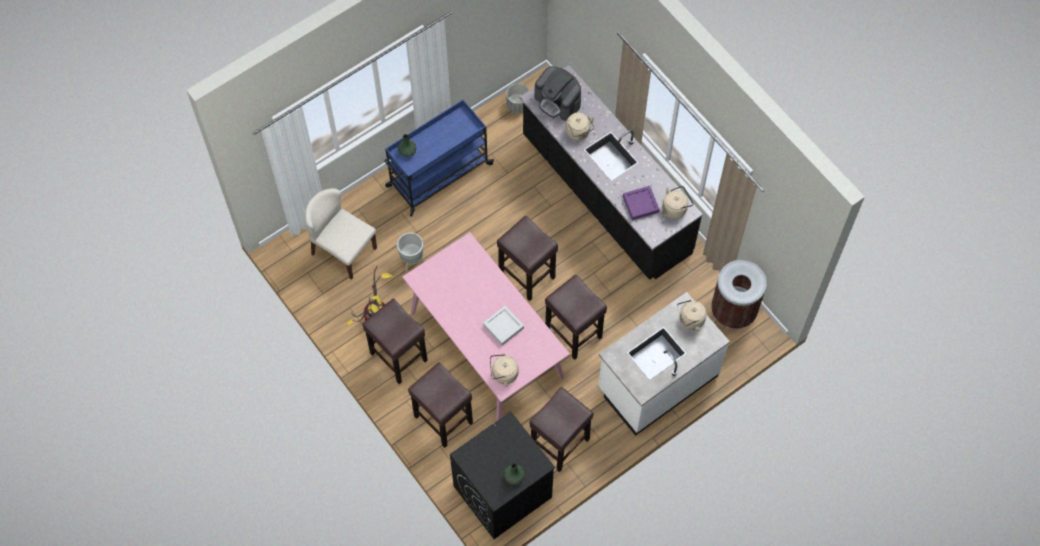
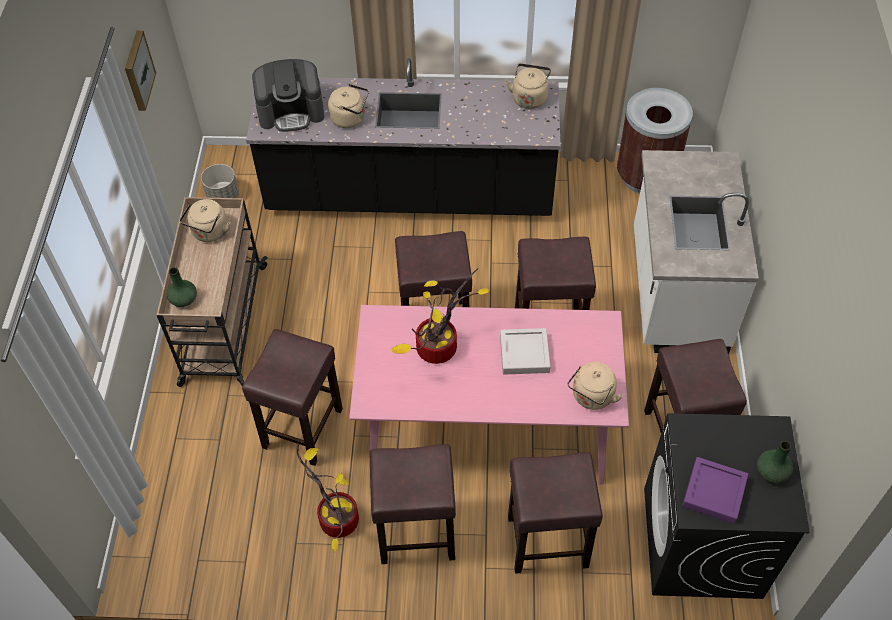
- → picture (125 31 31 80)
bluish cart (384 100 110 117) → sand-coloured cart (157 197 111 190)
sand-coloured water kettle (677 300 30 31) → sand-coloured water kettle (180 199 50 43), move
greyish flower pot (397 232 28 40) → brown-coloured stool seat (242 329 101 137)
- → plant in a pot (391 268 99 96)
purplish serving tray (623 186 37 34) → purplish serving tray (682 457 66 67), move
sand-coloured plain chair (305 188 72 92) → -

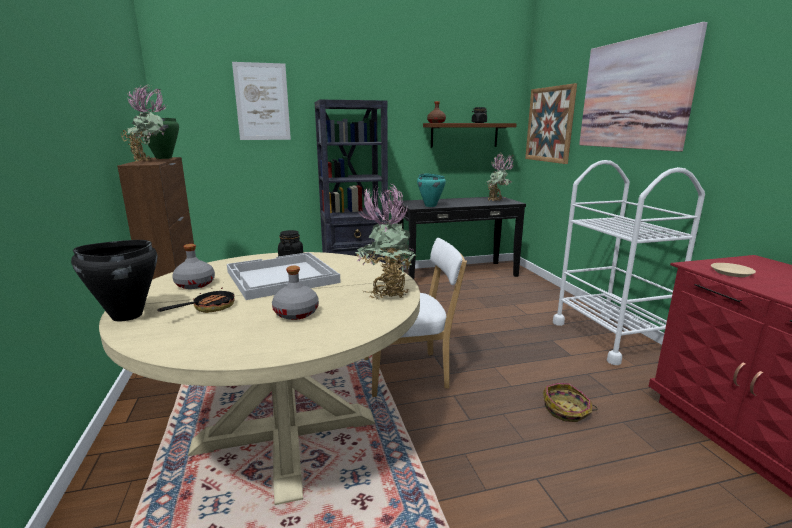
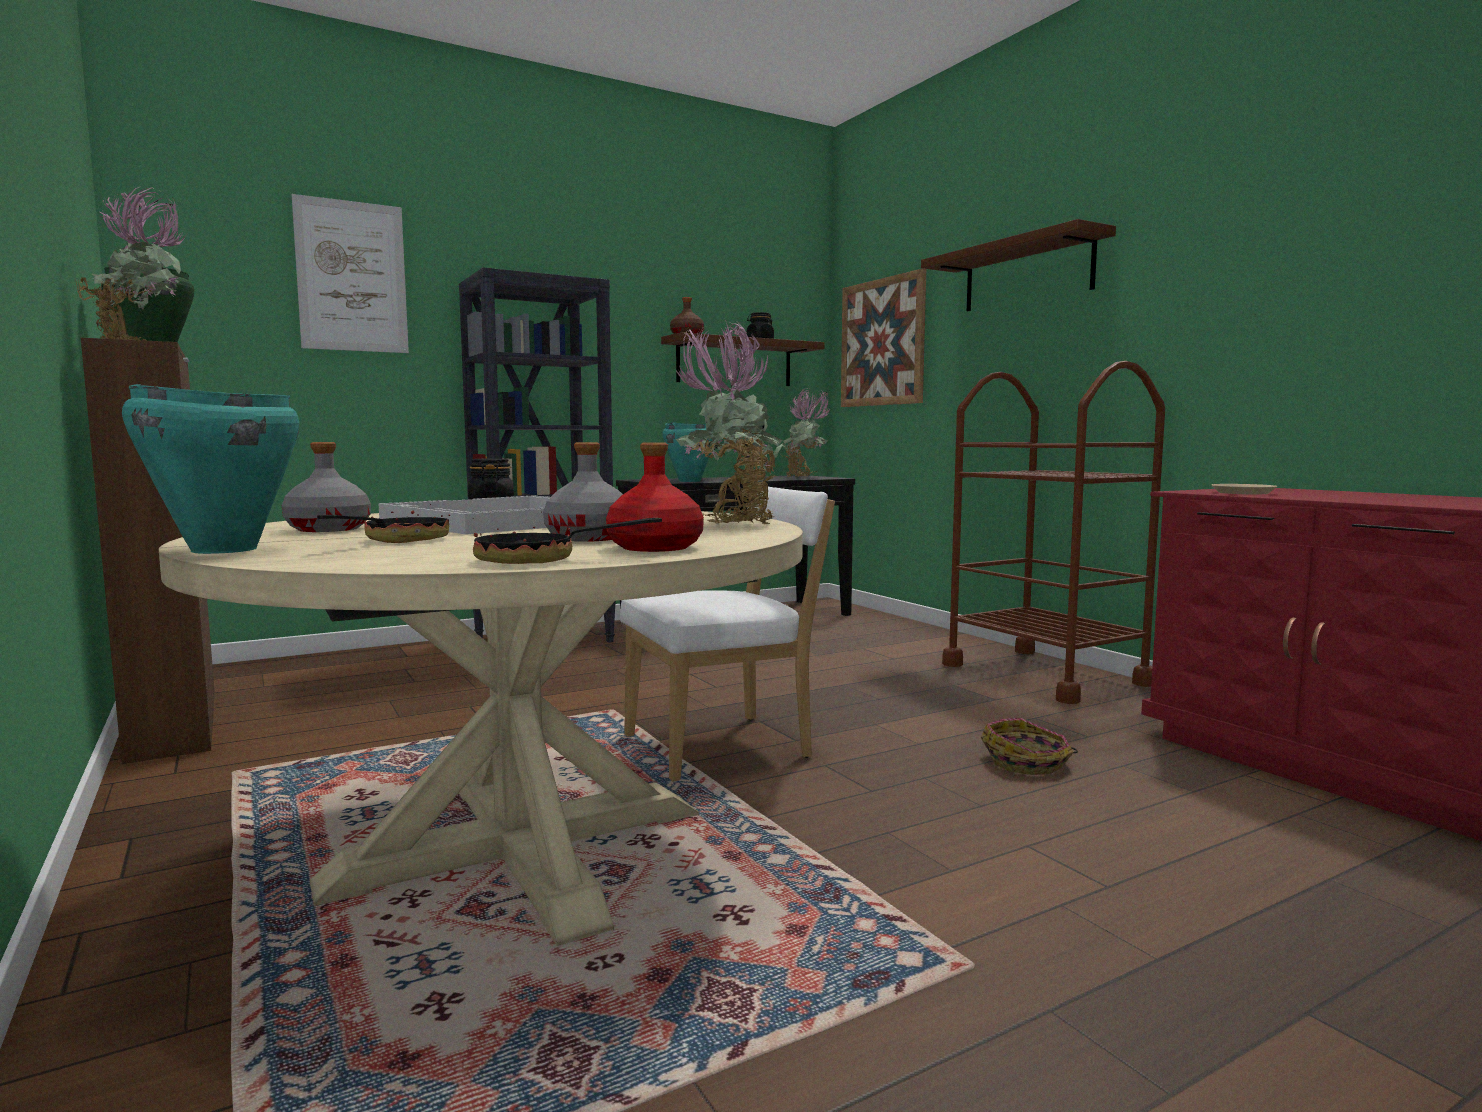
blackish stockpot (71 240 86 82) → turquoise stockpot (122 384 177 170)
- → frying pan (472 512 190 52)
- → reddish drink bottle (606 442 98 110)
picture (579 22 129 129) → brown-coloured wall shelf (921 219 195 92)
whitish cart (553 160 152 205) → brown-coloured cart (942 361 223 343)

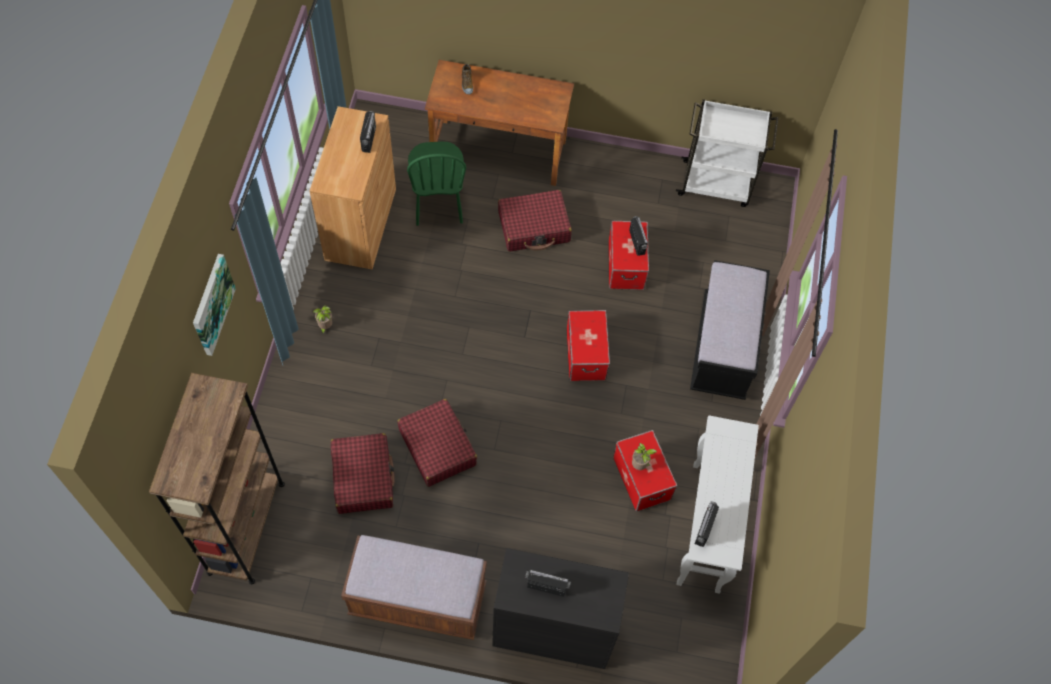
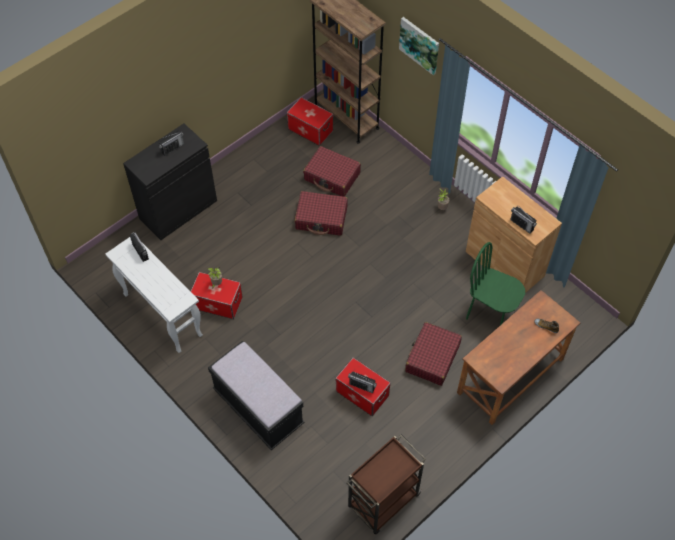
storage container (567 310 43 71) → storage container (287 97 46 49), move
whitish cart (676 99 102 108) → brown-coloured cart (346 435 80 99)
brown-coloured indoor bench (341 535 146 105) → -

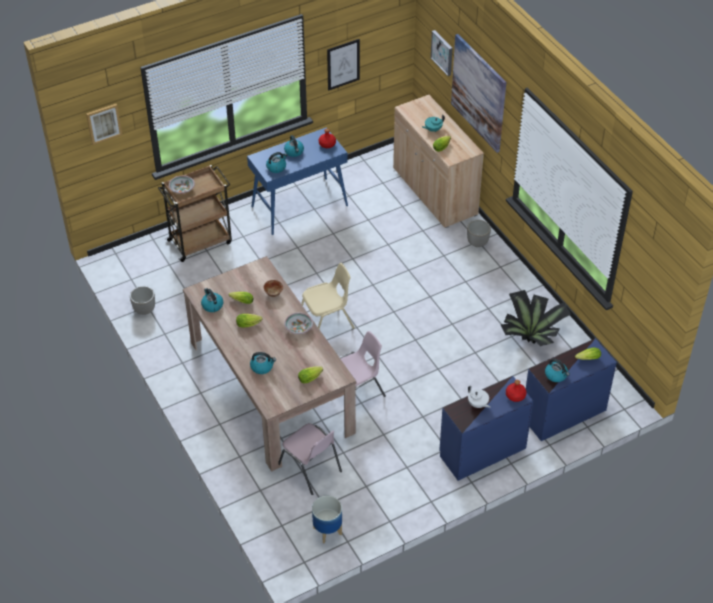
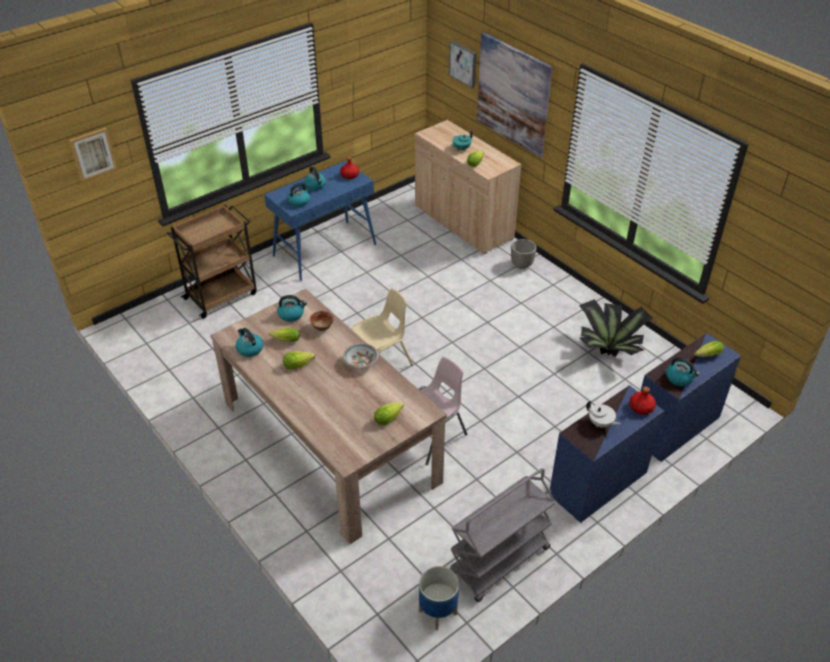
water kettle (250 352 26 22) → water kettle (277 295 30 27), move
- → greyish cart (449 468 107 134)
flower pot (130 286 25 29) → -
deep dish (169 175 26 19) → -
pink-coloured plain chair (278 423 64 72) → -
picture (327 39 33 51) → -

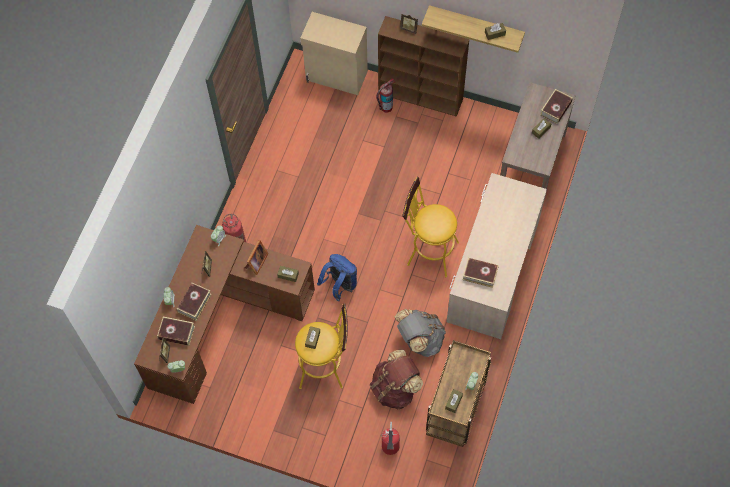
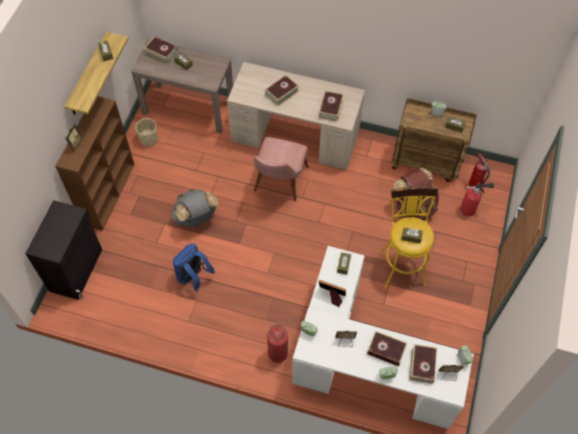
sand-coloured cabinet (300 12 68 83) → blackish cabinet (25 200 77 100)
- → sand-coloured flower pot (135 118 23 28)
greyish knapsack (395 309 51 48) → greyish knapsack (171 188 48 39), move
bluish knapsack (317 254 40 47) → bluish knapsack (173 243 42 49), move
yellow stool seat (402 176 57 102) → pink-coloured plain chair (253 137 56 64)
- → book (265 75 34 31)
brown-coloured desk table (134 225 181 179) → whitish desk table (292 246 182 183)
fire extinguisher (376 78 20 34) → fire extinguisher (469 153 21 34), move

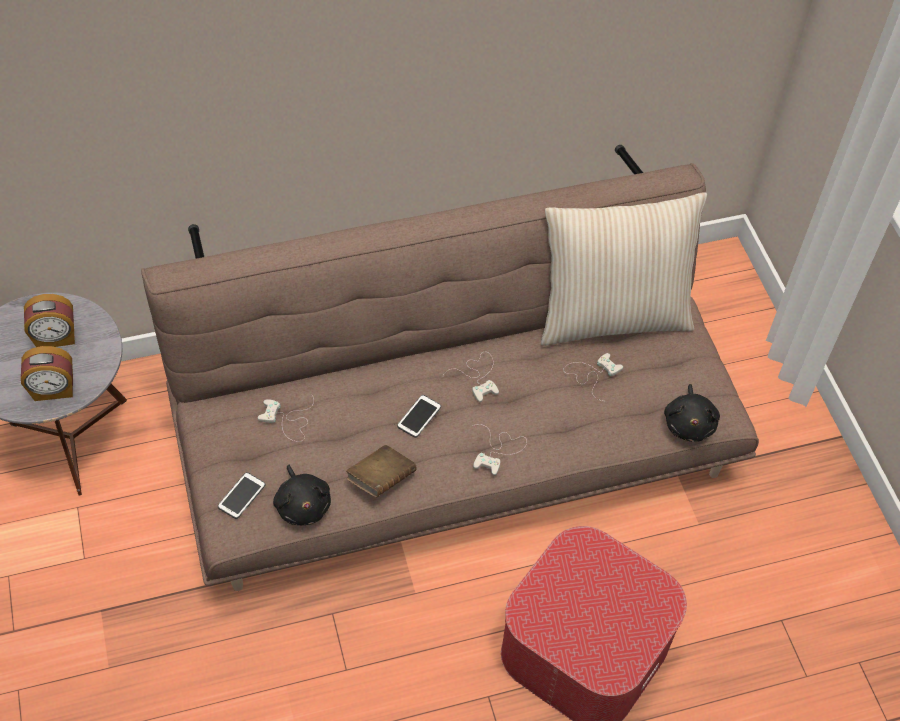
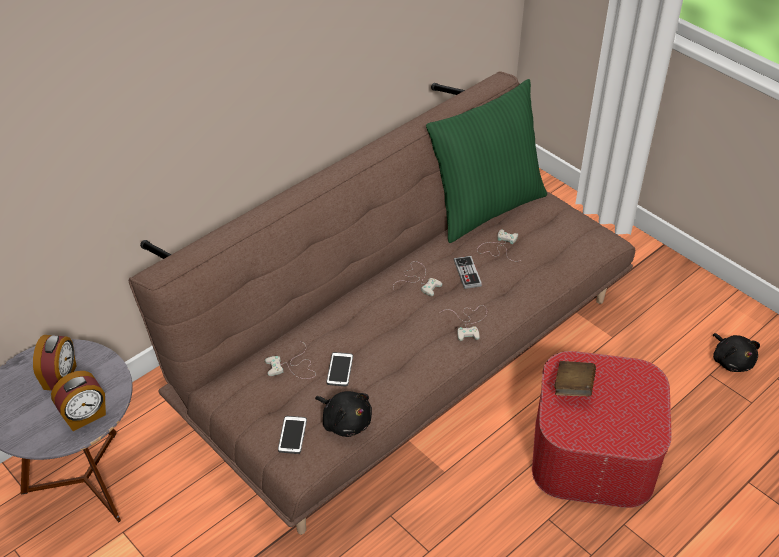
bedside clock (24 294 51 53) → bedside clock (33 335 44 56), 45 degrees counterclockwise
phone (397 395 44 43) → phone (326 352 27 34), move
sand-coloured throw pillow (541 192 166 154) → green-coloured throw pillow (426 79 121 164)
- → game controller (454 256 28 33)
brown-coloured book (346 445 71 52) → brown-coloured book (554 361 42 35), move
blackish soft toy (664 384 56 58) → blackish soft toy (713 333 47 39), move

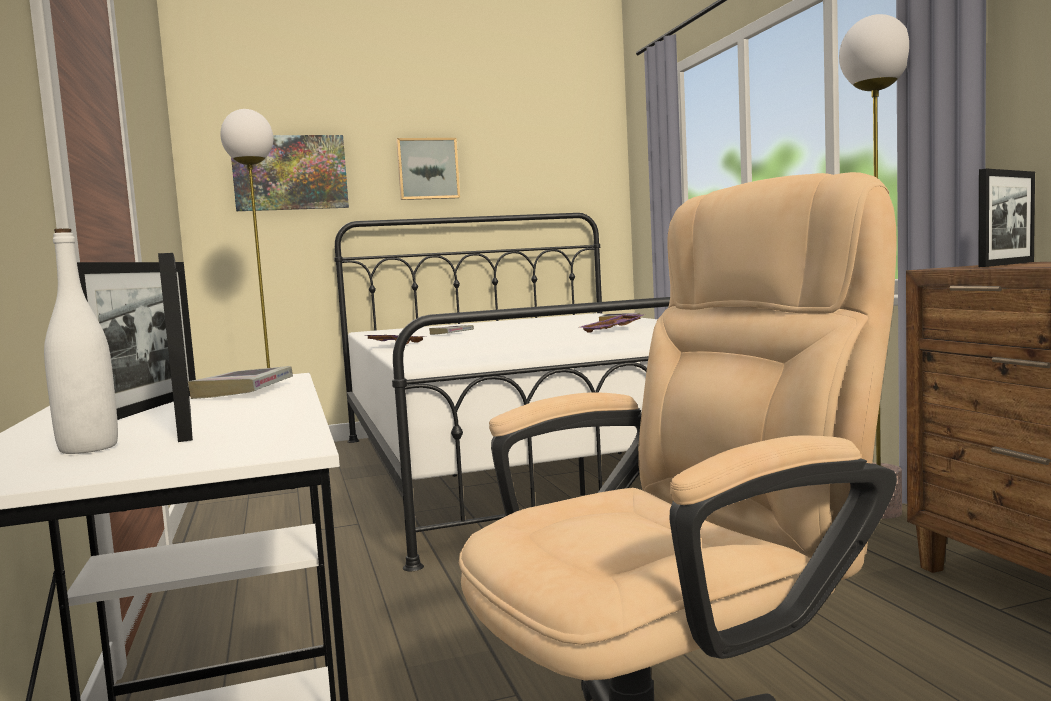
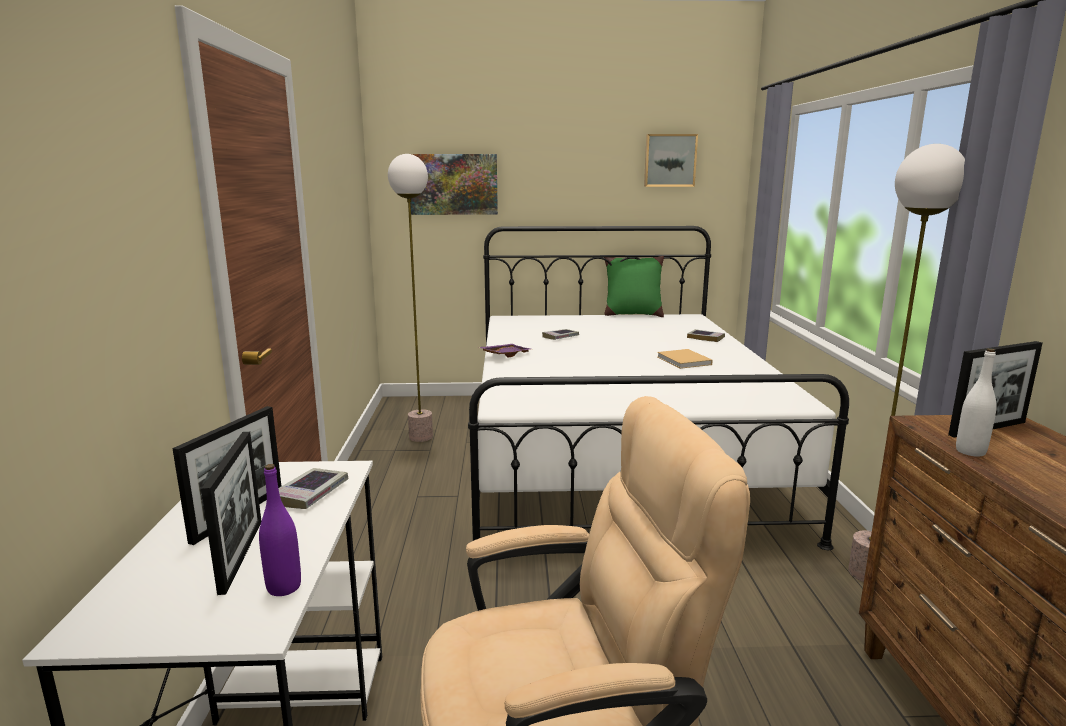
- → purplish drink bottle (259 464 42 132)
- → green-coloured throw pillow (604 256 60 61)
picture (396 138 64 62) → picture (644 134 54 53), move
purplish serving tray (581 314 62 19) → sand-coloured book (657 349 56 20)
whitish drink bottle (44 228 74 226) → whitish drink bottle (956 348 41 109), move

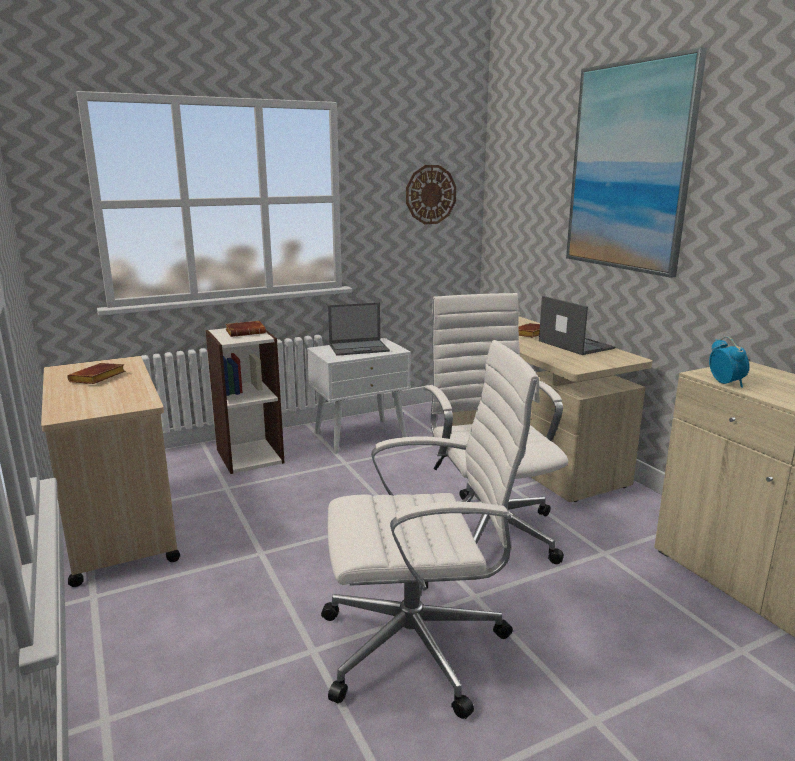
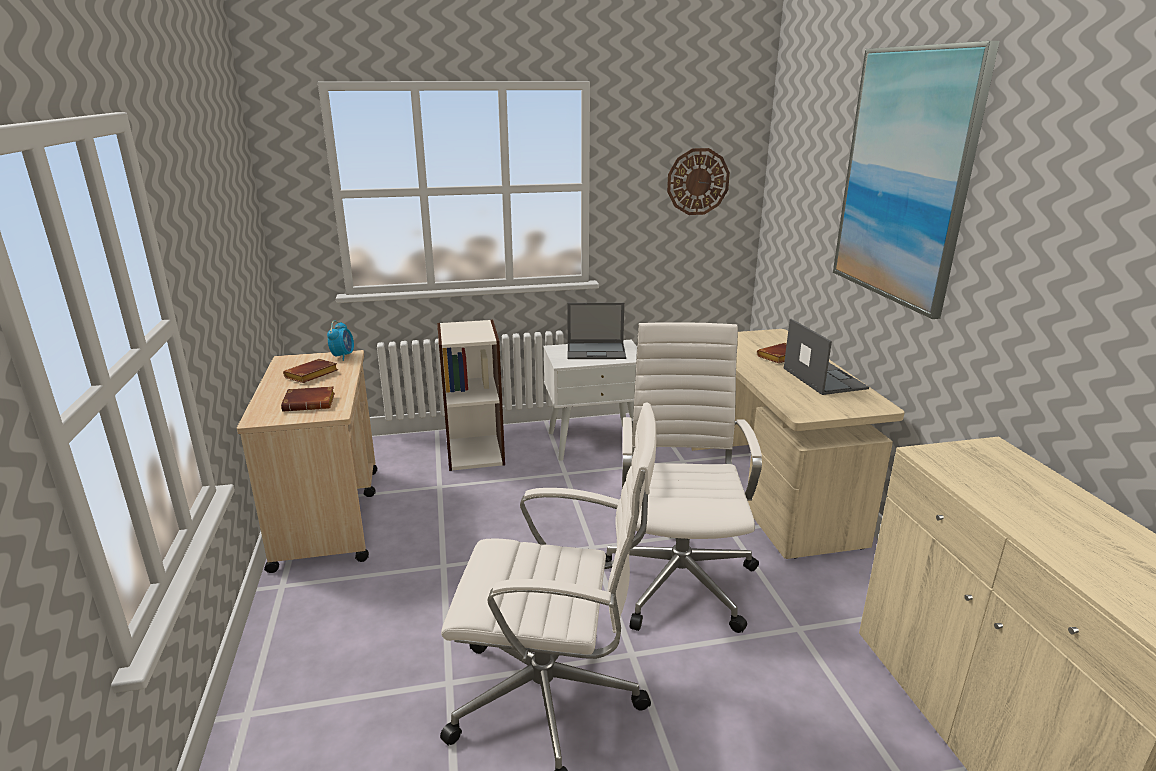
brown-coloured book (225 321 41 16) → brown-coloured book (281 386 54 26), move
bedside clock (709 337 40 51) → bedside clock (327 321 27 40), move

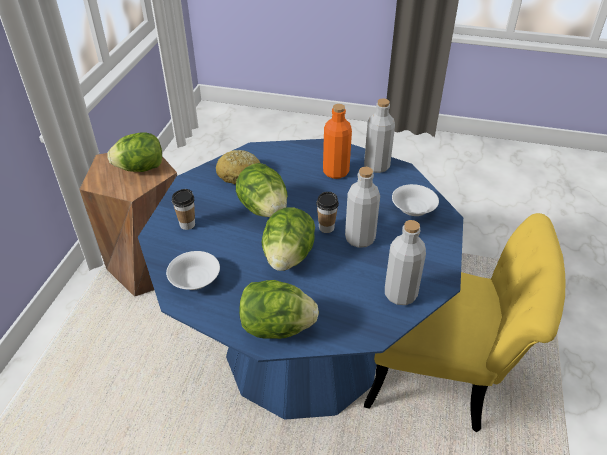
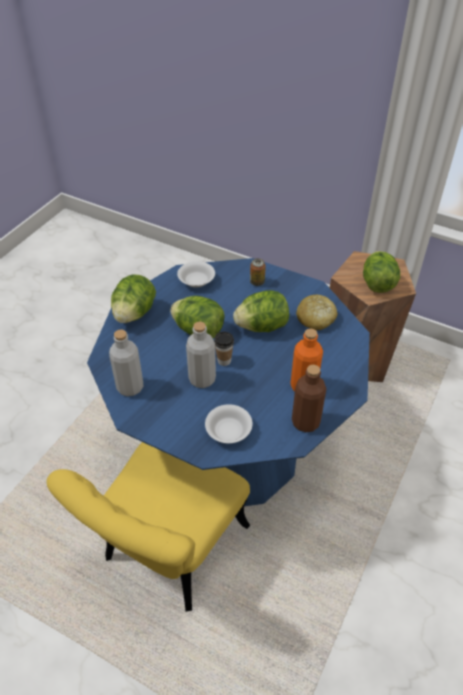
drinking cup (172 189 23 41) → can (250 258 16 28)
greyish drink bottle (364 98 31 75) → brown-coloured drink bottle (292 365 34 67)

